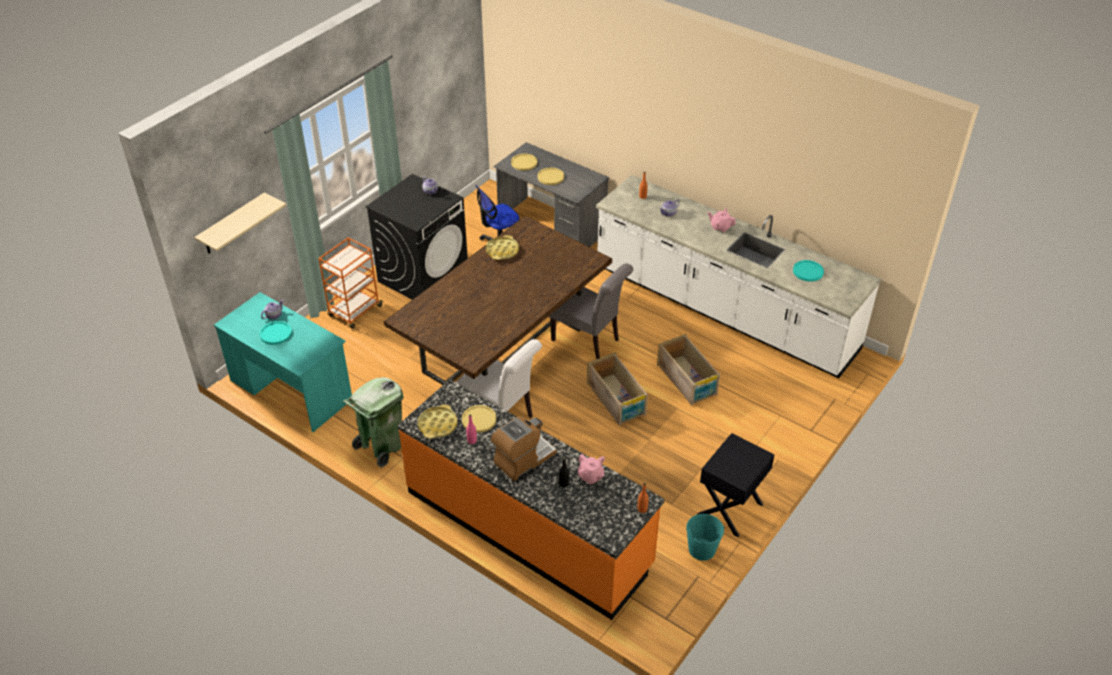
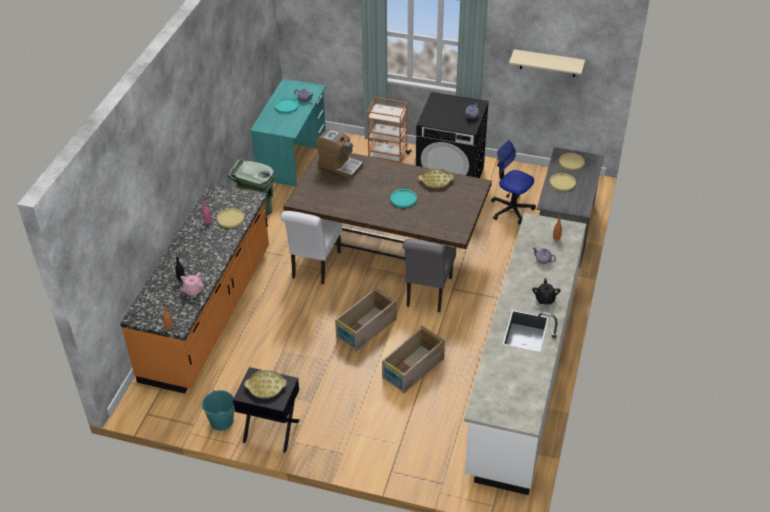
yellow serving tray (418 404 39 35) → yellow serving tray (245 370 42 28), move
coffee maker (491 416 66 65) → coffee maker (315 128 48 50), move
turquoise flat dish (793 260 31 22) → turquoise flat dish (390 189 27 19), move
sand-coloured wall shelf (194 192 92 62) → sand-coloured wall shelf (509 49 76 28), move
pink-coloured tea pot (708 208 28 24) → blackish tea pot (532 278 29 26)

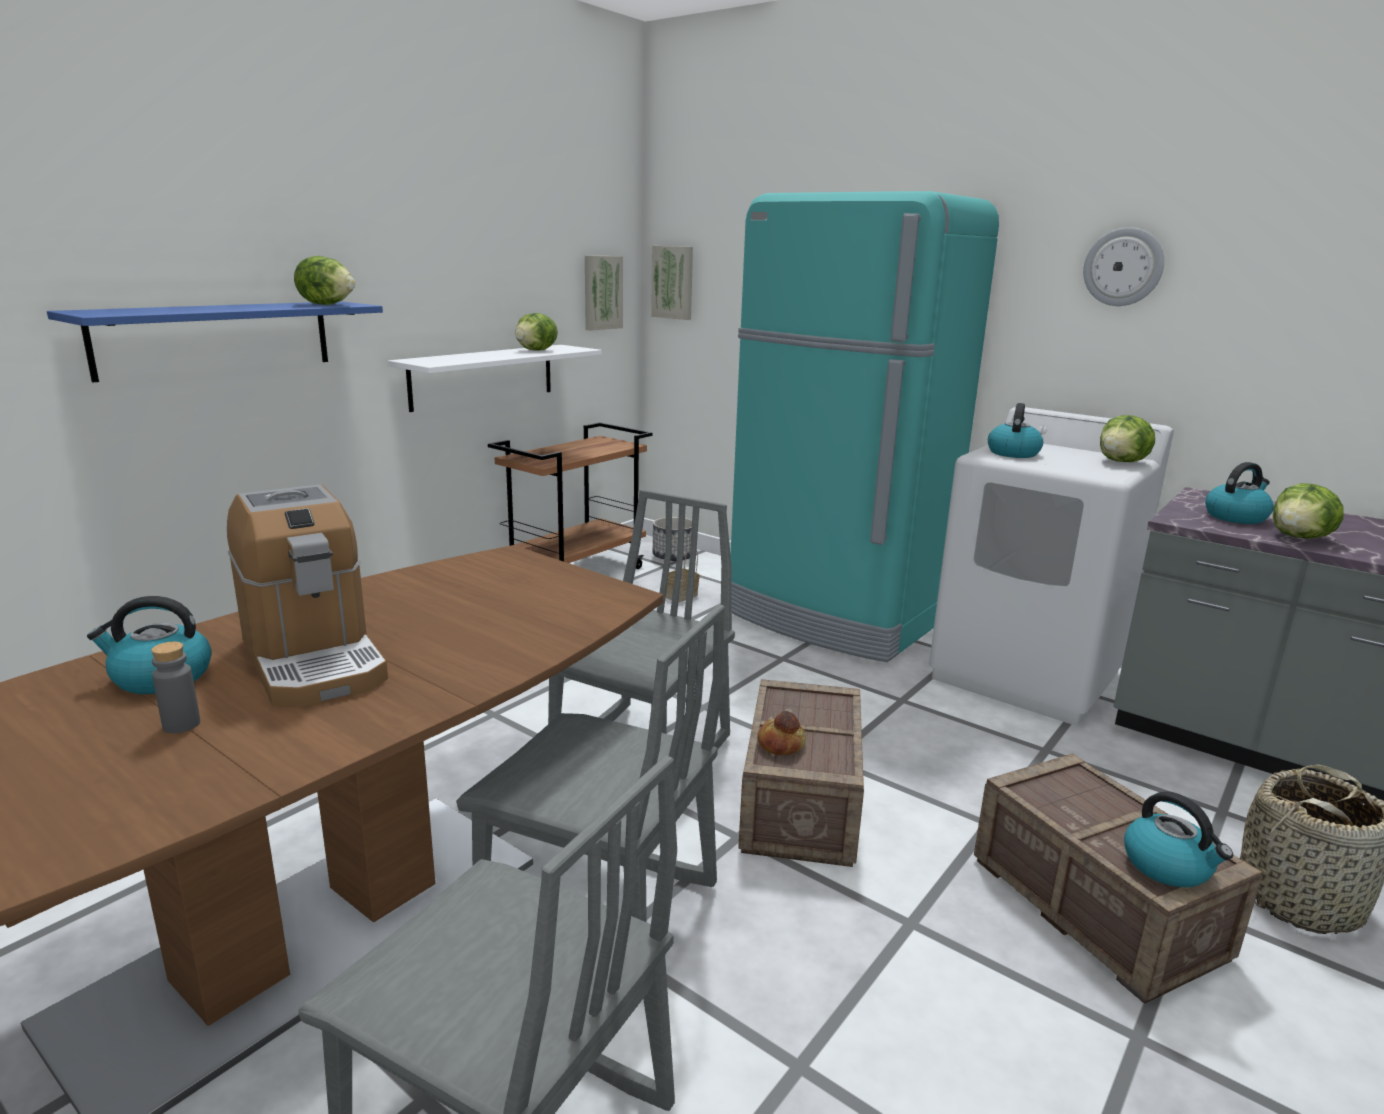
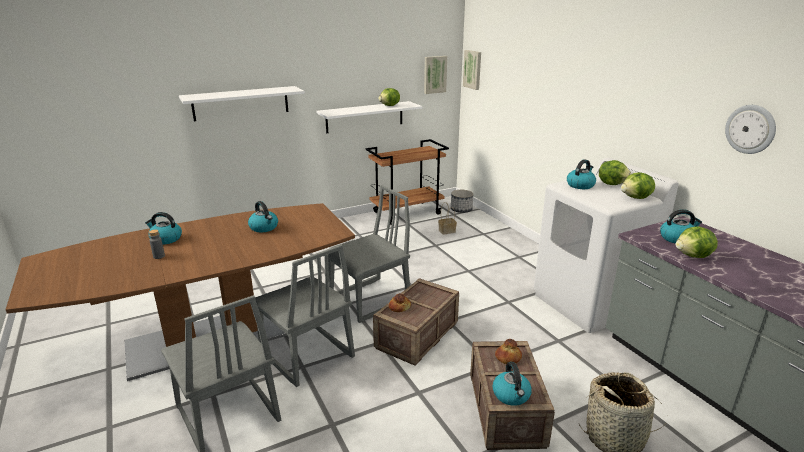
bluish wall shelf (47 301 336 81) → whitish wall shelf (179 86 126 35)
- → water kettle (248 201 30 31)
- → baked bread (495 339 27 25)
lettuce (294 256 61 49) → lettuce (599 160 32 25), move
wall clock (1083 227 81 79) → wall clock (725 105 51 49), move
coffee maker (227 484 161 223) → -
turquoise refrigerator (731 191 268 471) → -

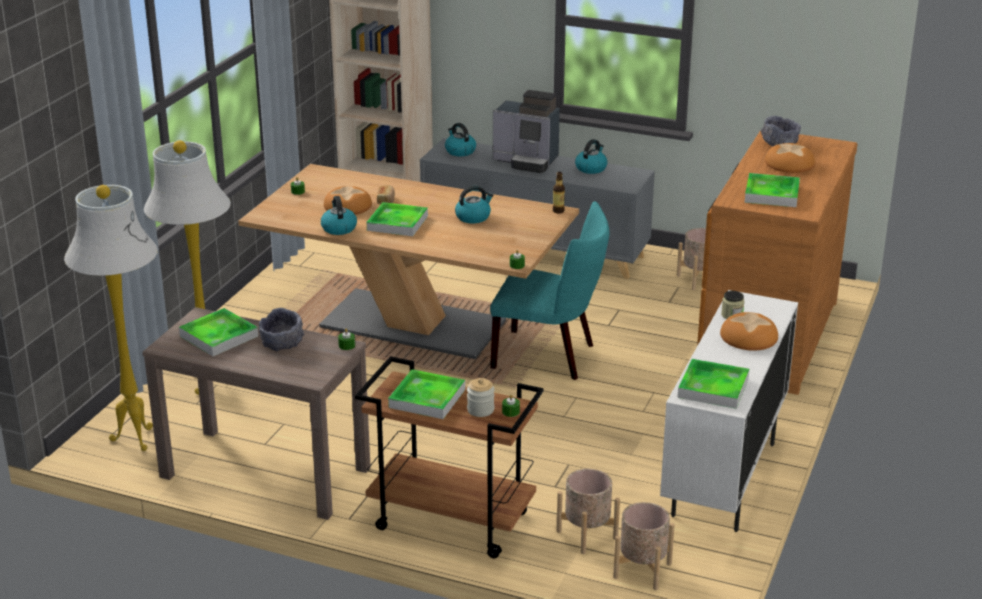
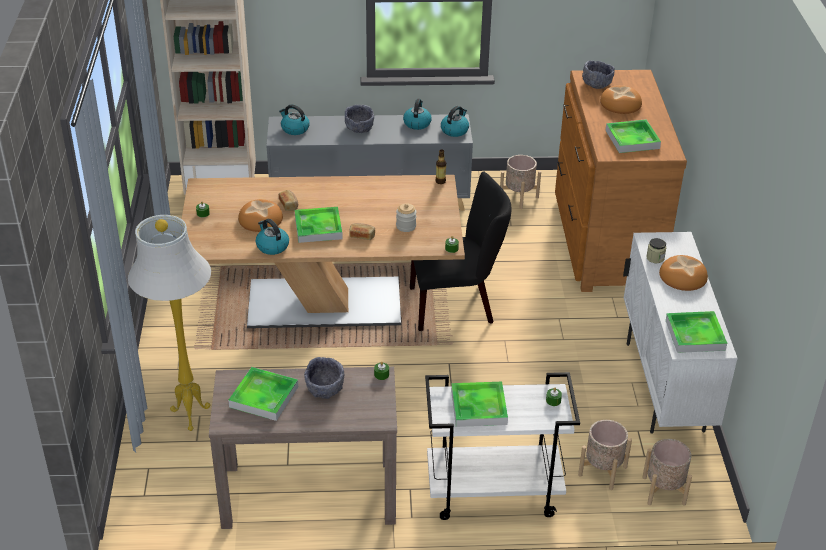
coffee maker (493 90 67 83) → greyish deep dish (345 105 29 28)
- → baked bread (349 223 26 17)
preserve jar (467 378 27 39) → preserve jar (396 203 21 29), move
turquoise plain chair (490 201 120 179) → blackish plain chair (410 171 101 160)
brown-coloured cart (355 356 189 202) → whitish cart (425 372 155 148)
water kettle (455 186 39 38) → water kettle (441 106 28 31), move
whitish standing lamp (64 185 94 266) → -

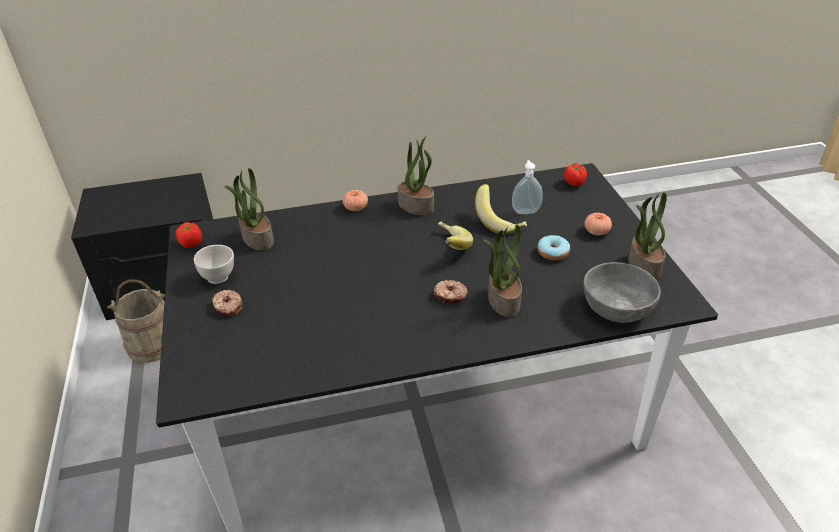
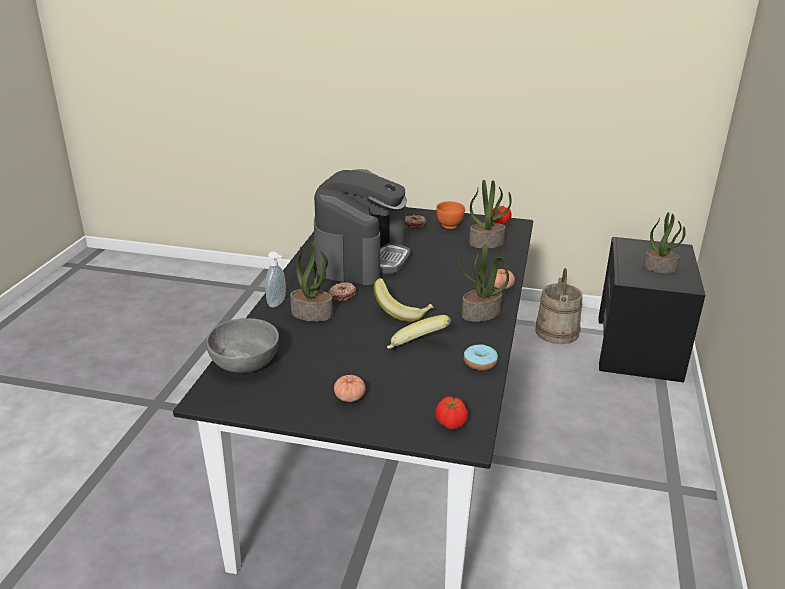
soap dispenser (512 160 31 54) → soap dispenser (265 252 21 56), move
- → coffee maker (314 169 96 116)
whitish deep dish (194 245 40 39) → orangey deep dish (436 201 29 28)
donut (538 235 32 26) → donut (464 344 34 26), move
plant in a pot (628 192 39 88) → plant in a pot (643 212 43 62), move

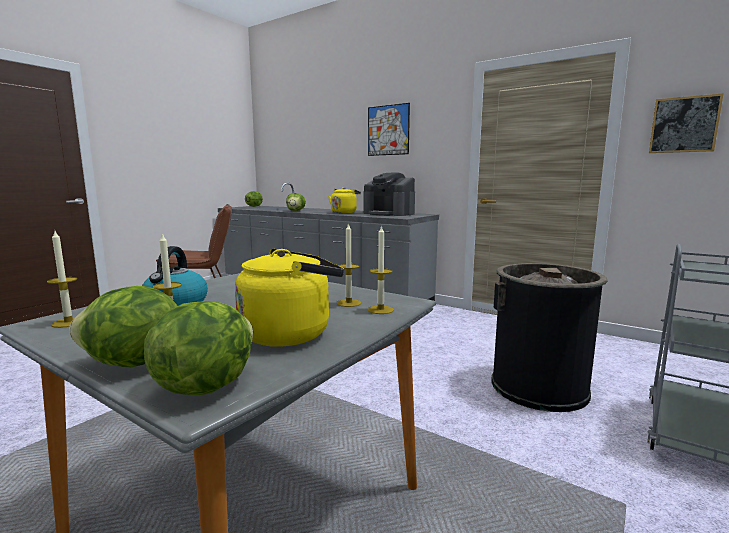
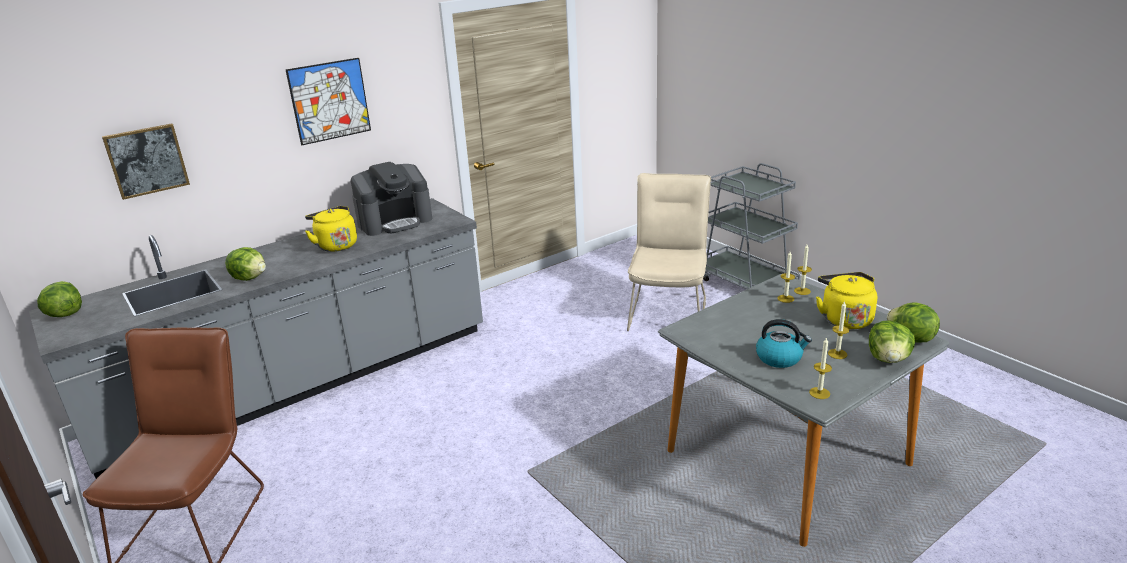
picture (649 93 75 60) → picture (102 123 88 77), move
blackish rubbish bin (492 263 115 149) → sand-coloured plain chair (627 173 84 158)

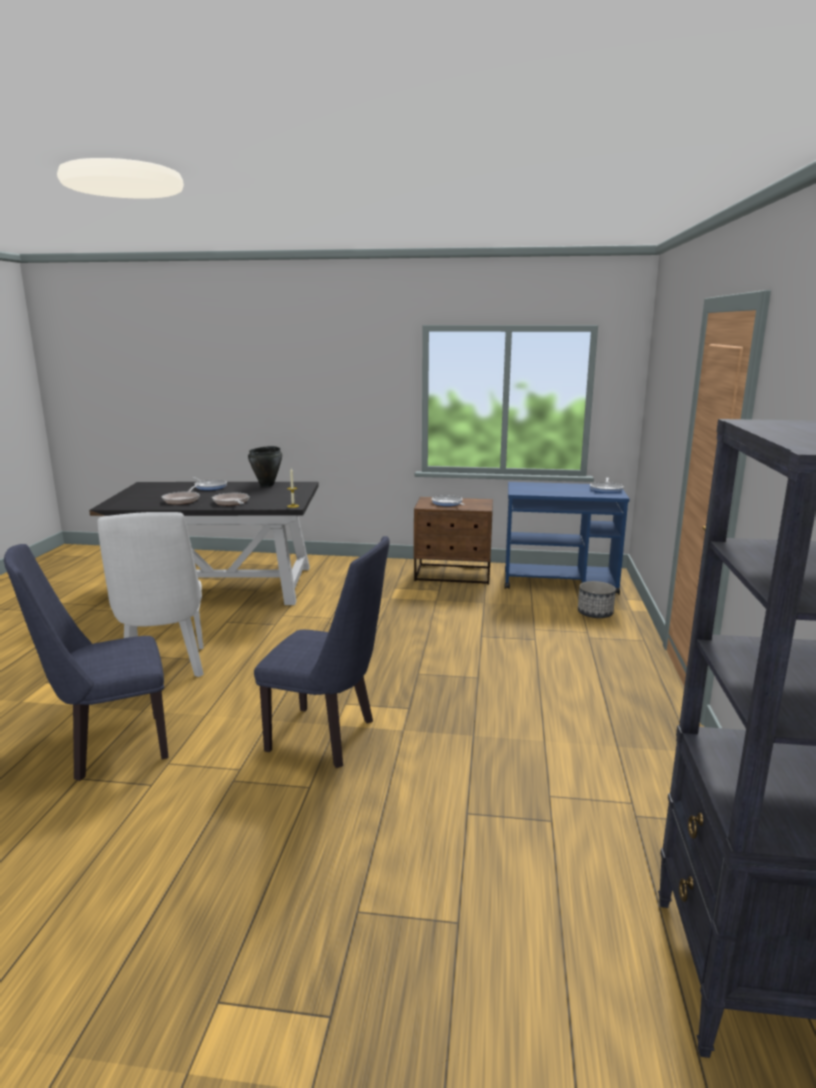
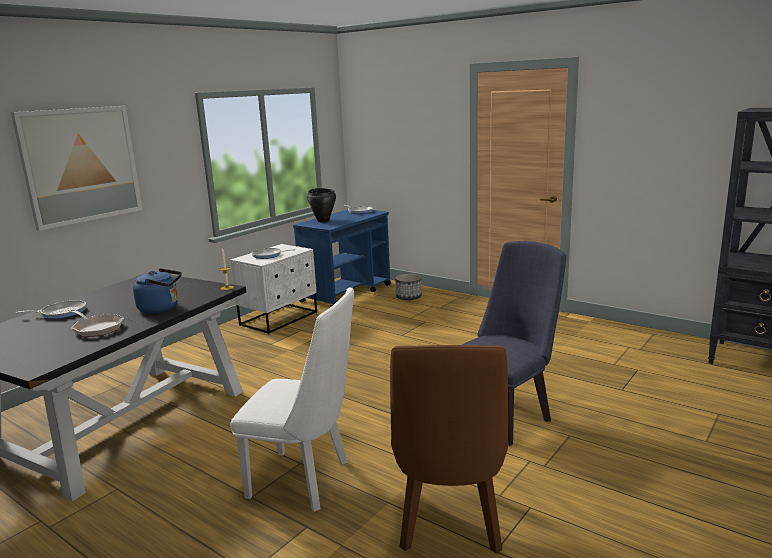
- → picture (11 106 132 125)
frying pan (212 492 38 14) → bluish water kettle (133 268 49 46)
brown-coloured nightstand (414 497 79 88) → whitish nightstand (230 244 87 90)
blackish stockpot (248 446 34 41) → blackish stockpot (307 188 29 34), move
bluish plain chair (4 544 165 237) → brown-coloured plain chair (390 345 118 209)

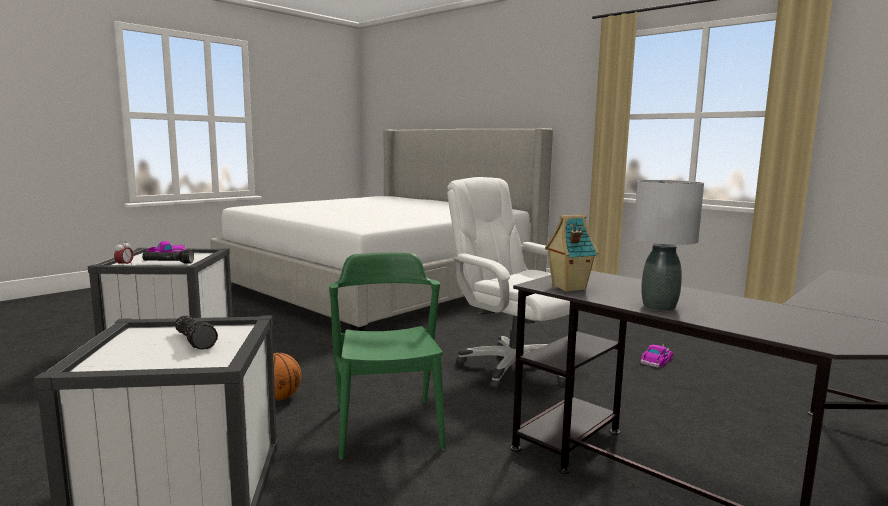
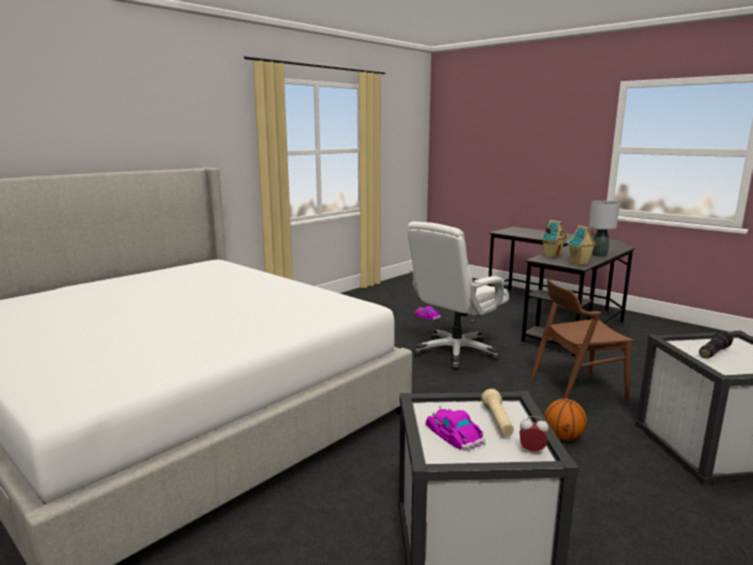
blackish flashlight (142 250 52 14) → sand-coloured flashlight (481 389 33 47)
green-coloured plain chair (329 252 117 207) → brown-coloured plain chair (530 279 104 124)
- → toy house (541 220 26 37)

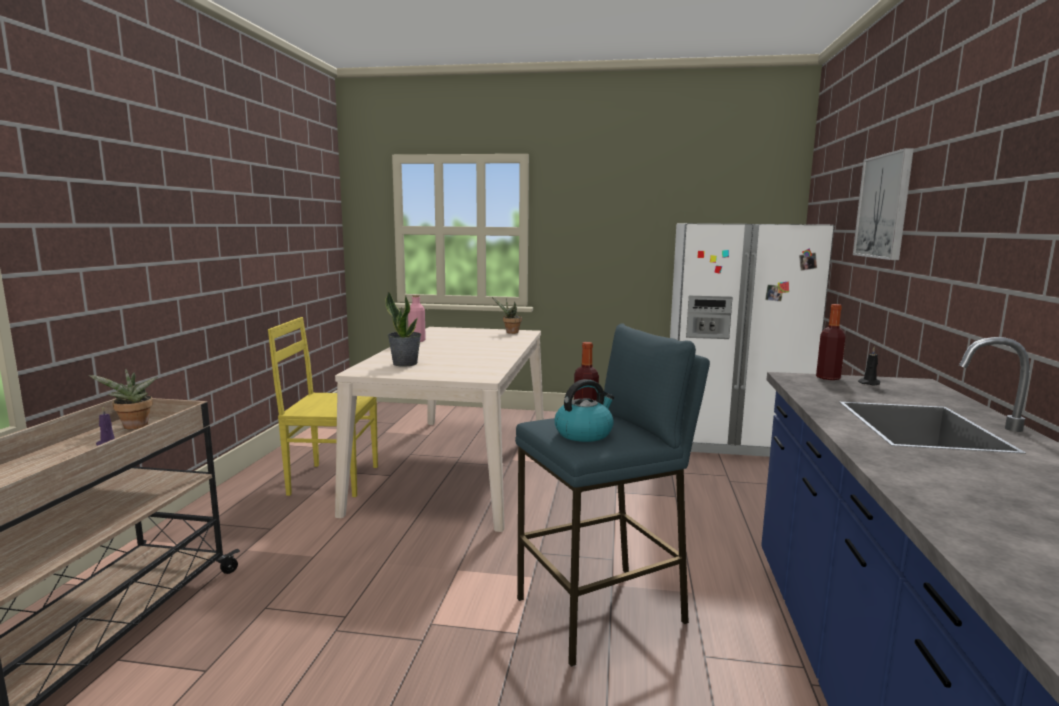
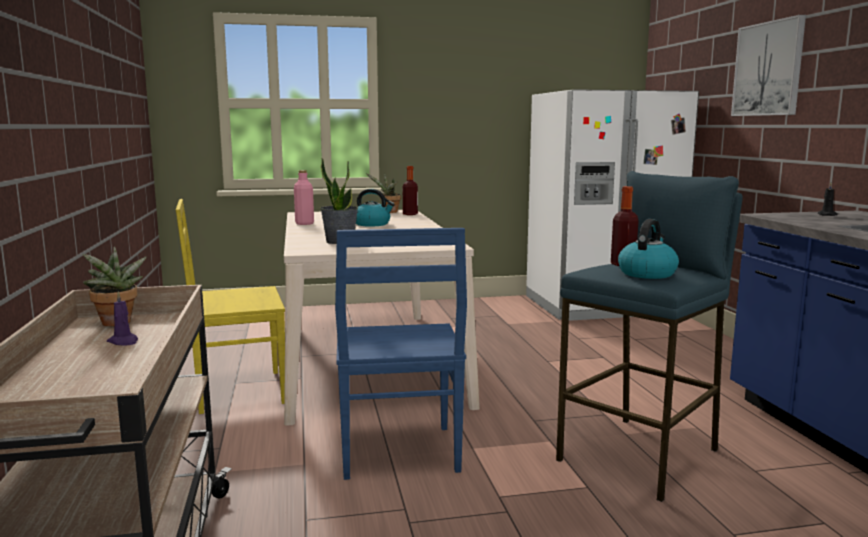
- → bluish plain chair (335 228 132 252)
- → water kettle (356 189 39 38)
drink bottle (816 304 29 76) → drink bottle (403 166 15 49), move

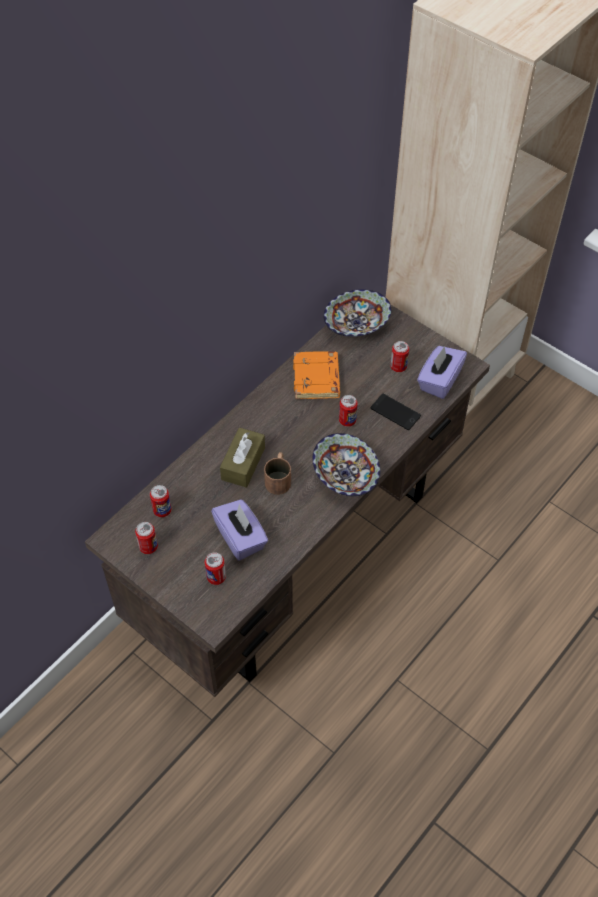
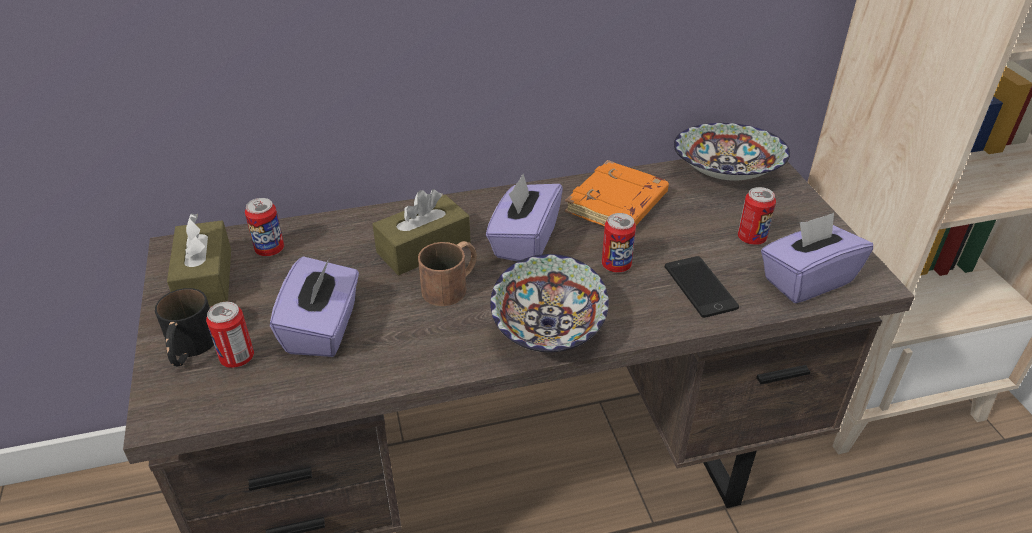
- → blackish tea mug (155 288 59 78)
can (135 522 23 32) → brown-coloured box of tissues (167 214 64 93)
- → purplish box of tissues (486 174 77 88)

